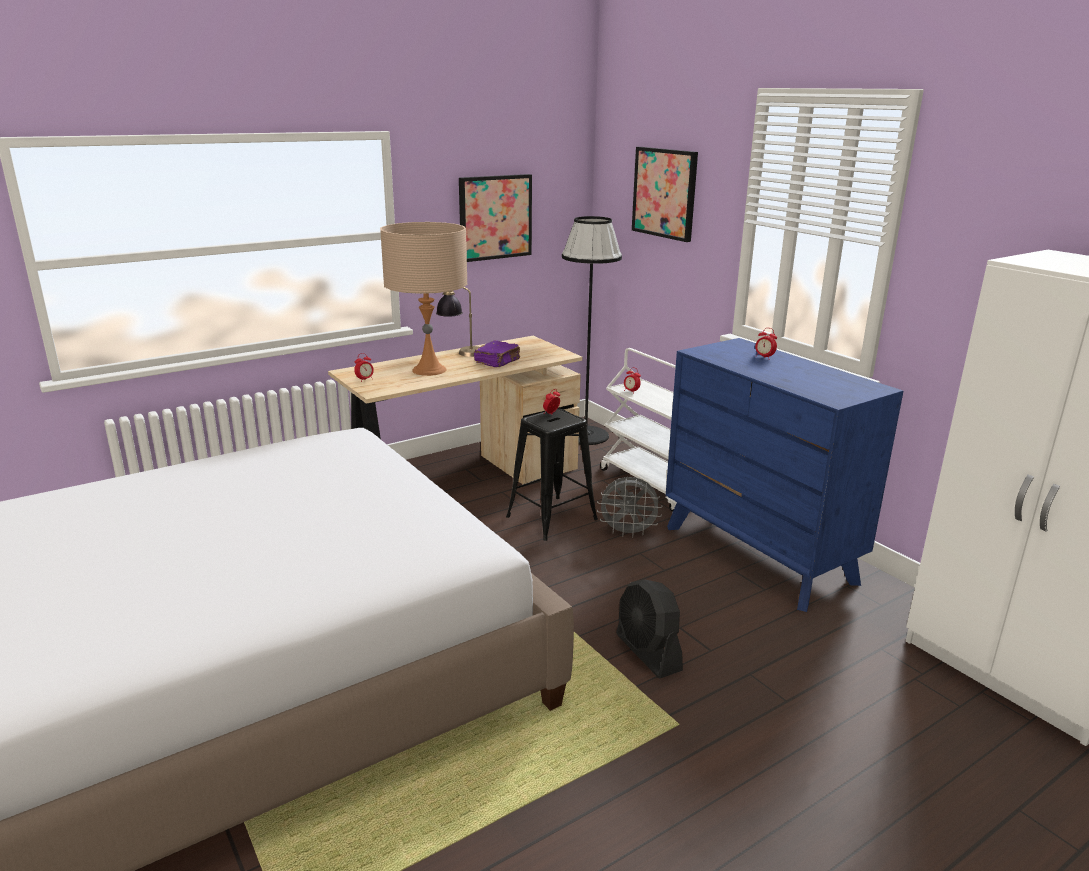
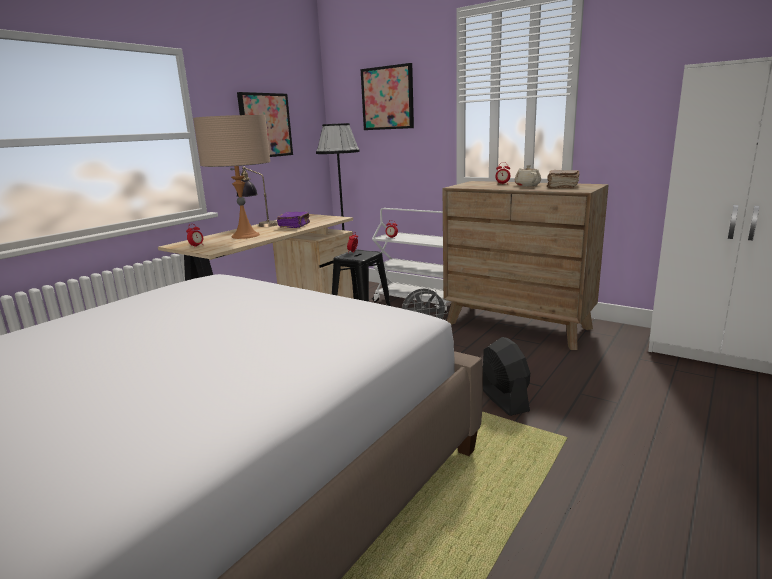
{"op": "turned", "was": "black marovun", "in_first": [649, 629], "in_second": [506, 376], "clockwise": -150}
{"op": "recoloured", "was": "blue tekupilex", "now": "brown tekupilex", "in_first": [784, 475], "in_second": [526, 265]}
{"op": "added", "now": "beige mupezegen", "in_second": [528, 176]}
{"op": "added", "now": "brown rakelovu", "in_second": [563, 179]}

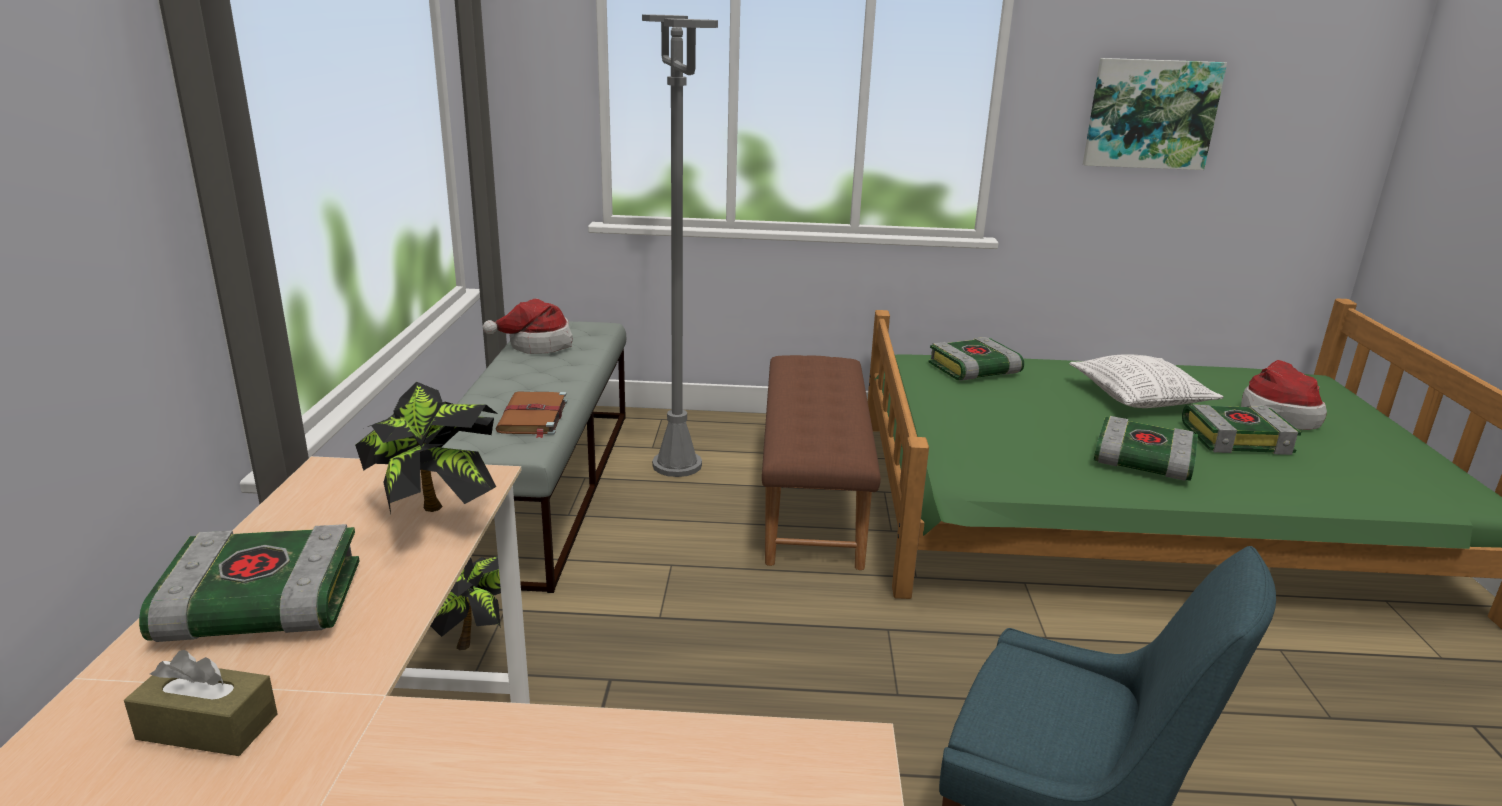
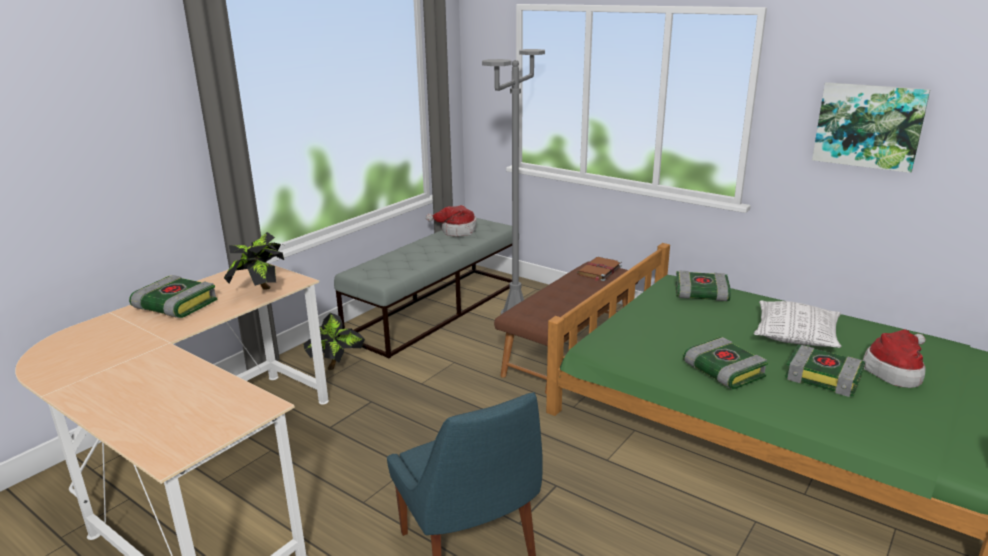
{"op": "removed", "was": "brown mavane", "in_first": [201, 703]}
{"op": "moved", "was": "brown rakelovu", "in_first": [531, 414], "in_second": [599, 269]}

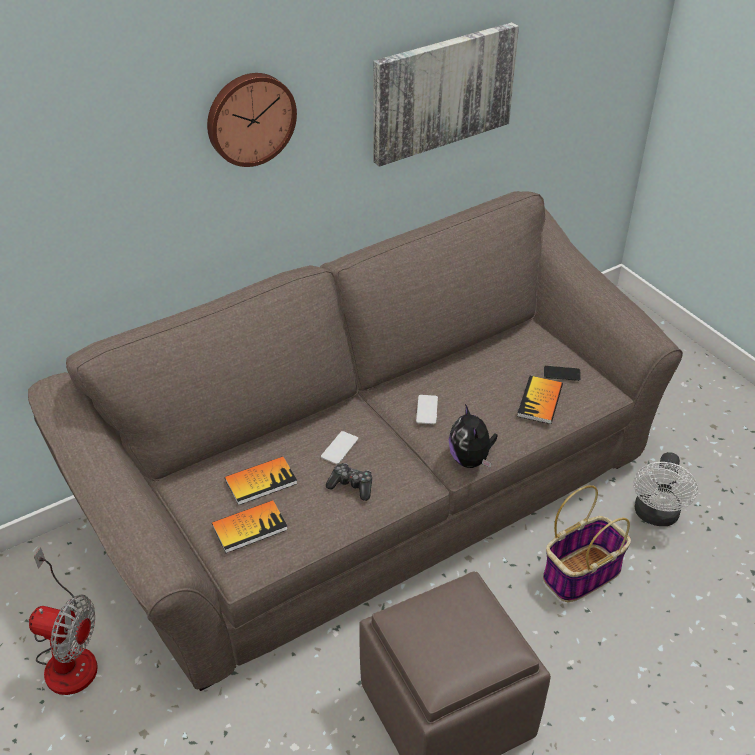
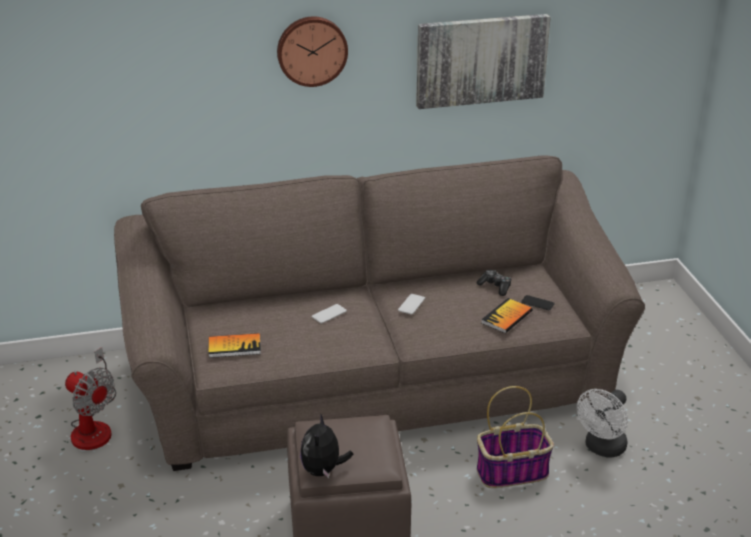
{"op": "removed", "was": "rakelovu", "in_first": [261, 480]}
{"op": "moved", "was": "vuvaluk", "in_first": [349, 482], "in_second": [494, 283]}
{"op": "moved", "was": "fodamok", "in_first": [473, 436], "in_second": [326, 446]}

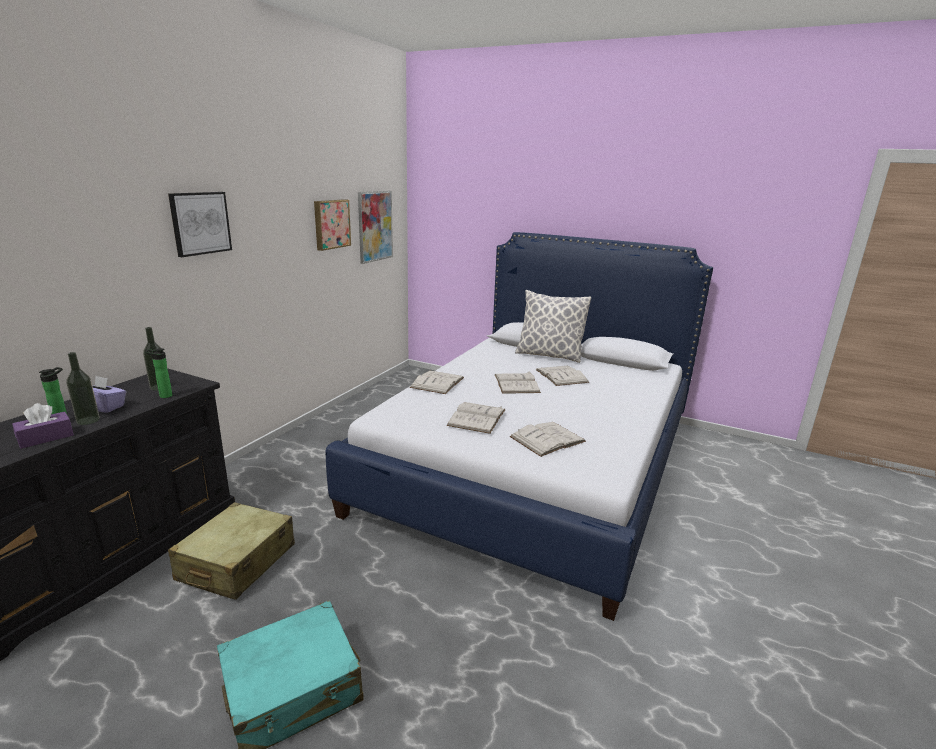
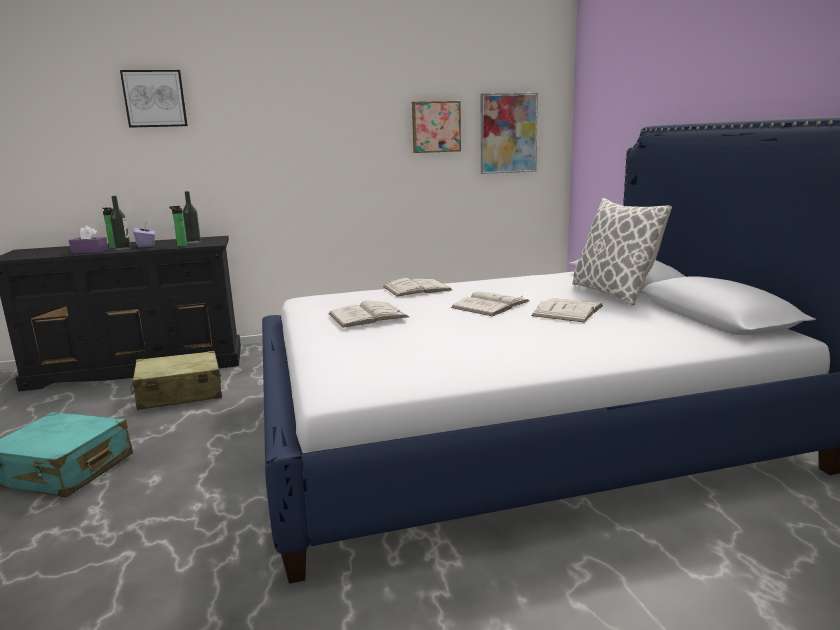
{"op": "moved", "was": "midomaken", "in_first": [200, 224], "in_second": [154, 99]}
{"op": "removed", "was": "white rakelovu", "in_first": [548, 439]}

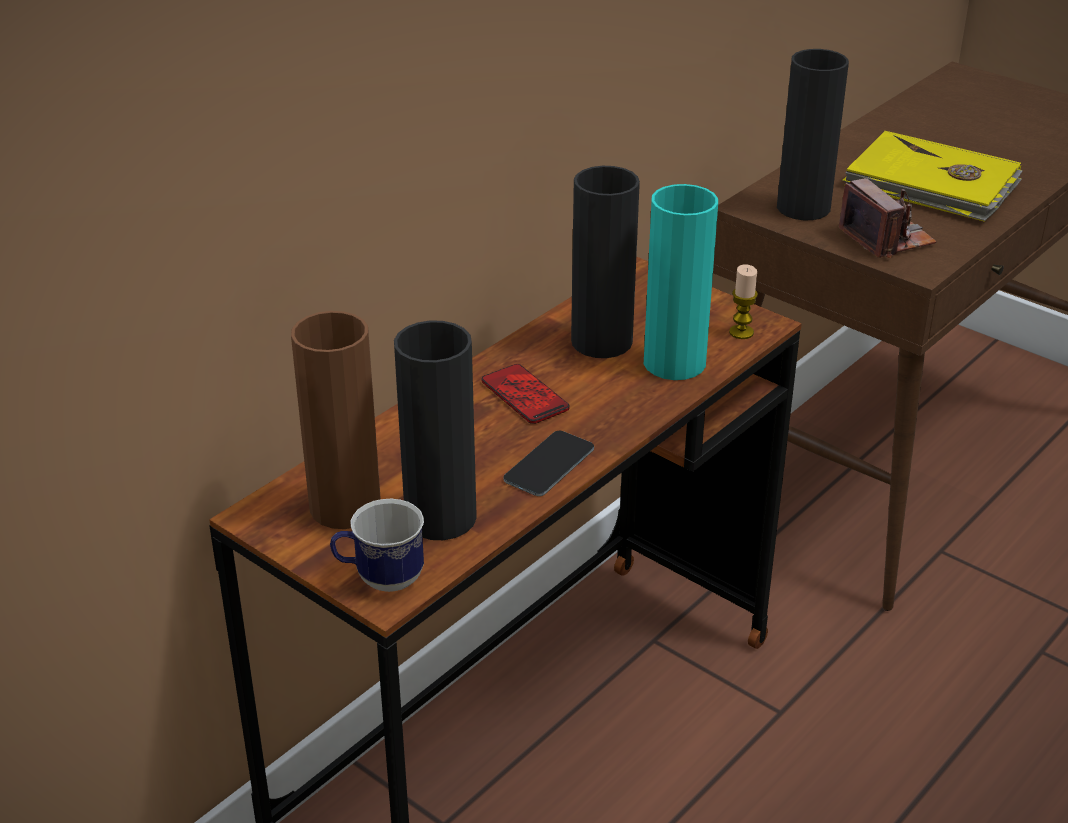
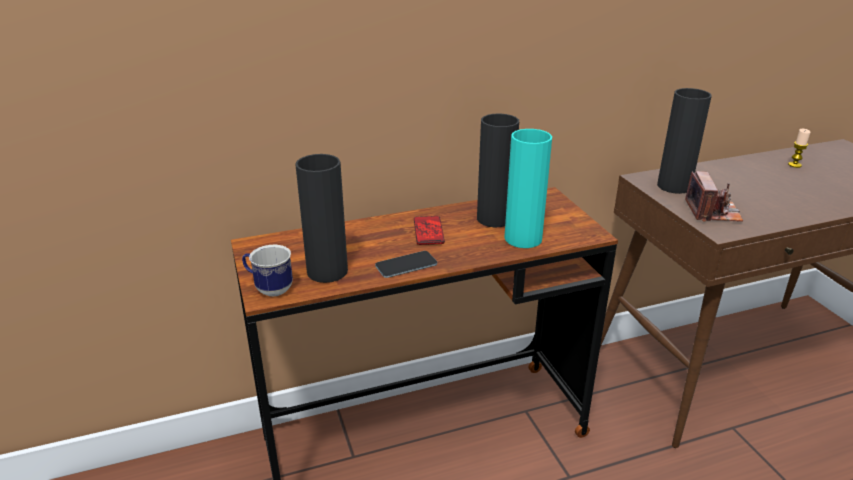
{"op": "removed", "was": "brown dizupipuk", "in_first": [336, 420]}
{"op": "moved", "was": "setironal", "in_first": [743, 301], "in_second": [799, 148]}
{"op": "removed", "was": "yellow rakelovu", "in_first": [932, 176]}

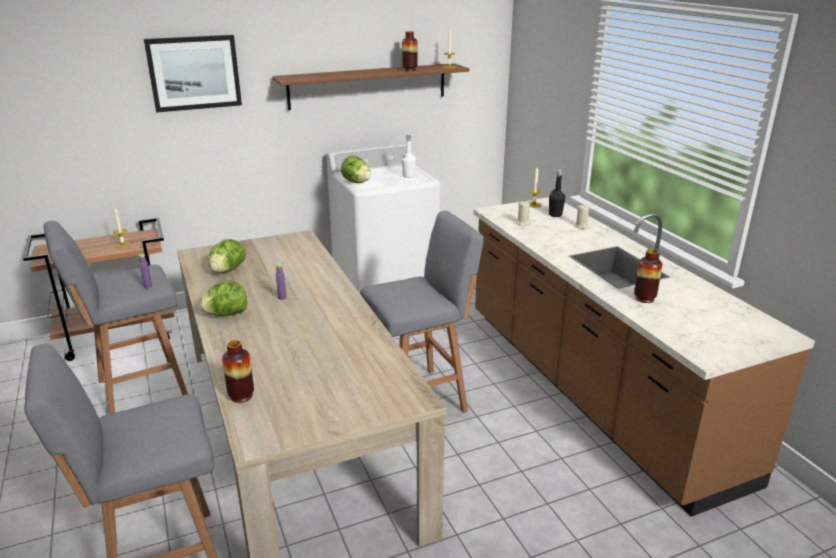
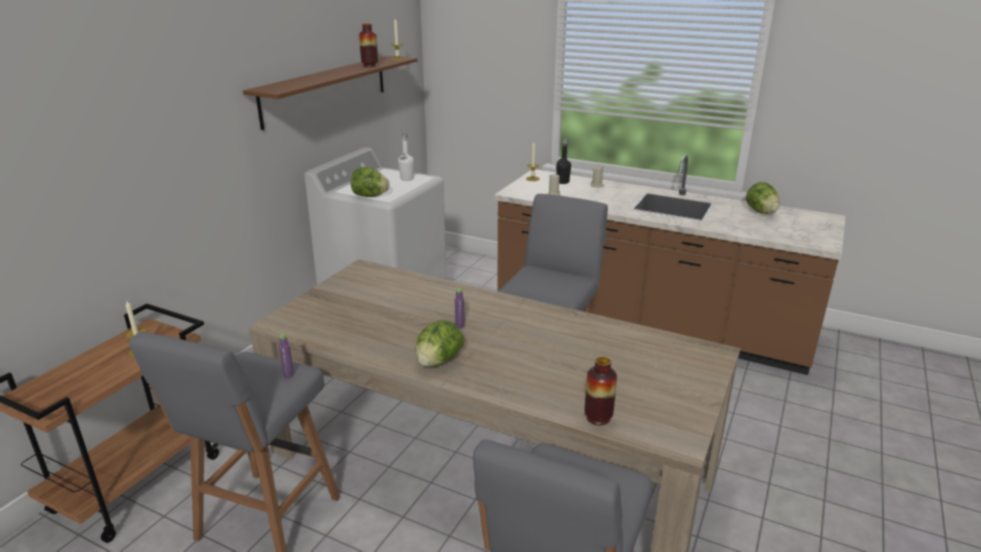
{"op": "removed", "was": "midomaken", "in_first": [193, 73]}
{"op": "moved", "was": "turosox", "in_first": [227, 256], "in_second": [763, 198]}
{"op": "removed", "was": "dizupipuk", "in_first": [648, 276]}

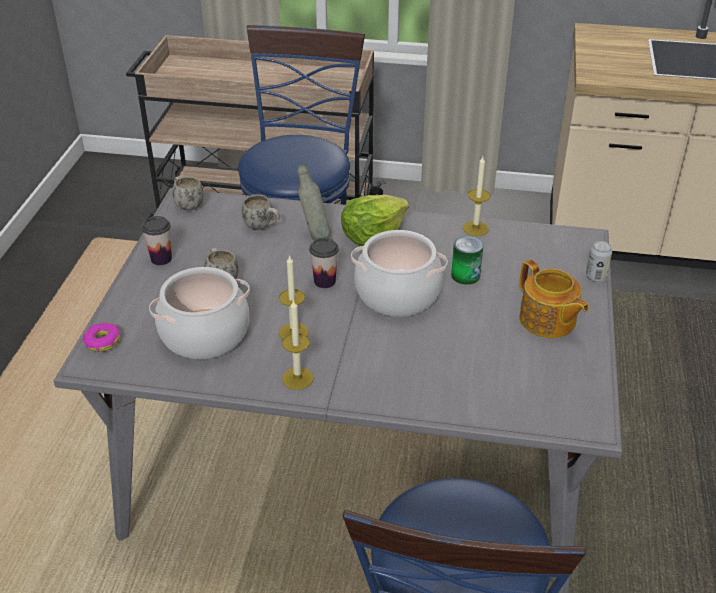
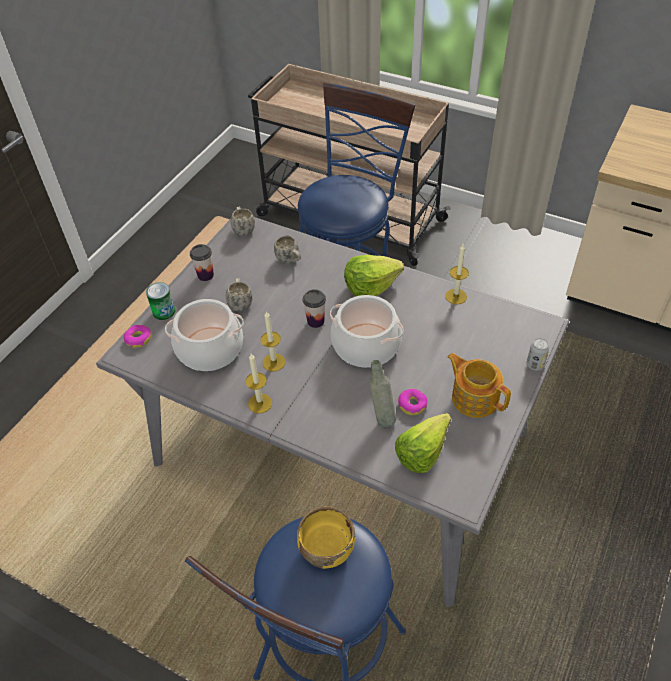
{"op": "moved", "was": "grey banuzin", "in_first": [314, 202], "in_second": [383, 393]}
{"op": "moved", "was": "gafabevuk", "in_first": [467, 260], "in_second": [160, 301]}
{"op": "turned", "was": "mupezegen", "in_first": [554, 298], "in_second": [479, 385], "clockwise": 150}
{"op": "added", "now": "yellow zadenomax", "in_second": [326, 537]}
{"op": "added", "now": "turosox", "in_second": [423, 443]}
{"op": "added", "now": "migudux", "in_second": [413, 402]}

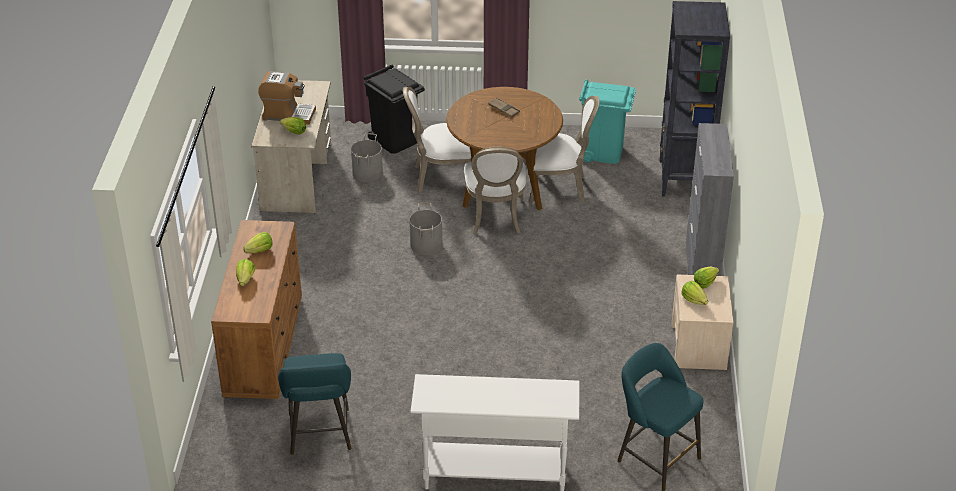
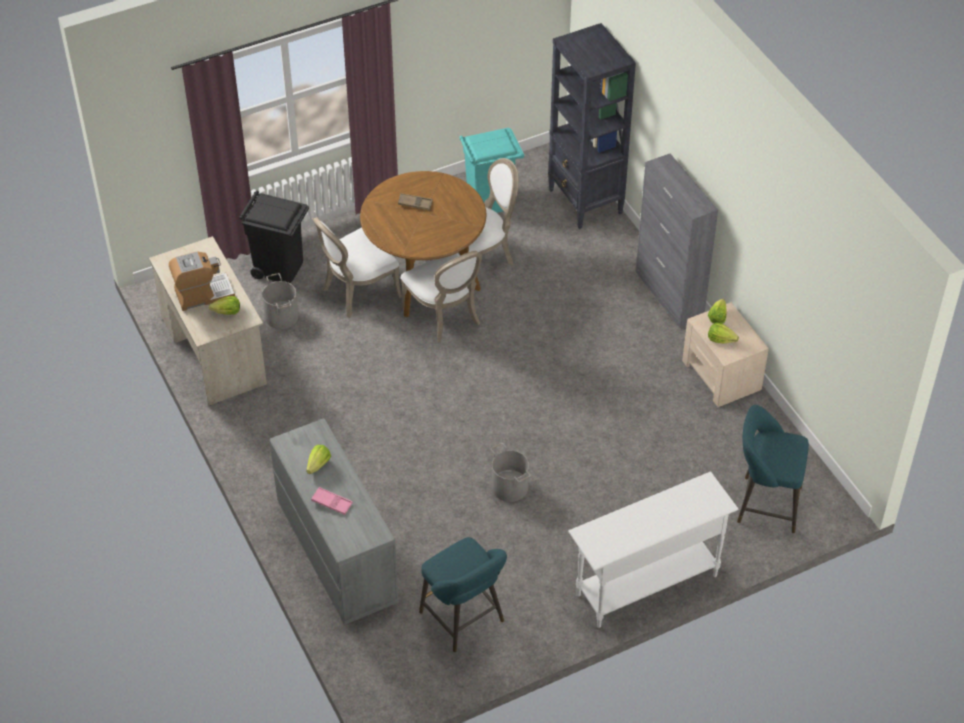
{"op": "recoloured", "was": "brown tekupilex", "now": "grey tekupilex", "in_first": [256, 309], "in_second": [334, 521]}
{"op": "replaced", "was": "turosox", "now": "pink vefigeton", "in_first": [245, 272], "in_second": [332, 501]}
{"op": "moved", "was": "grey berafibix", "in_first": [425, 229], "in_second": [510, 472]}

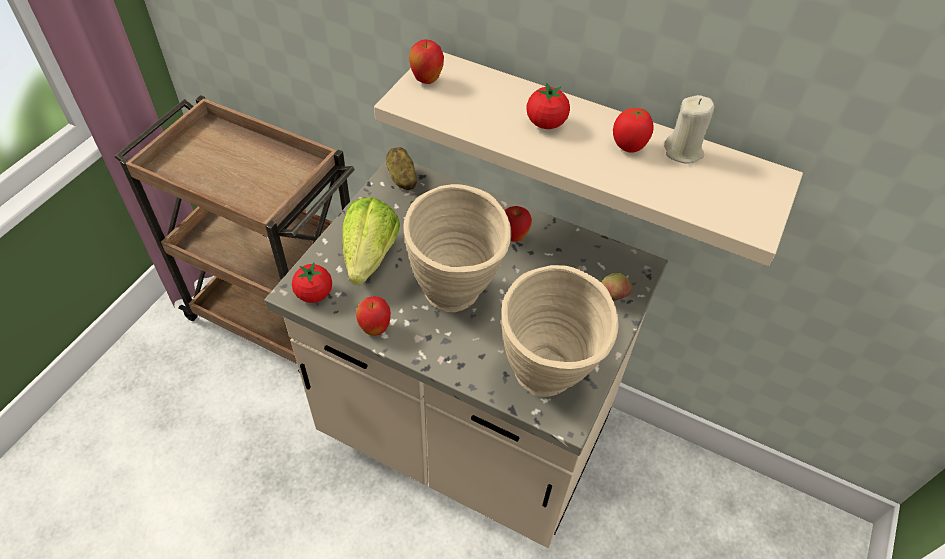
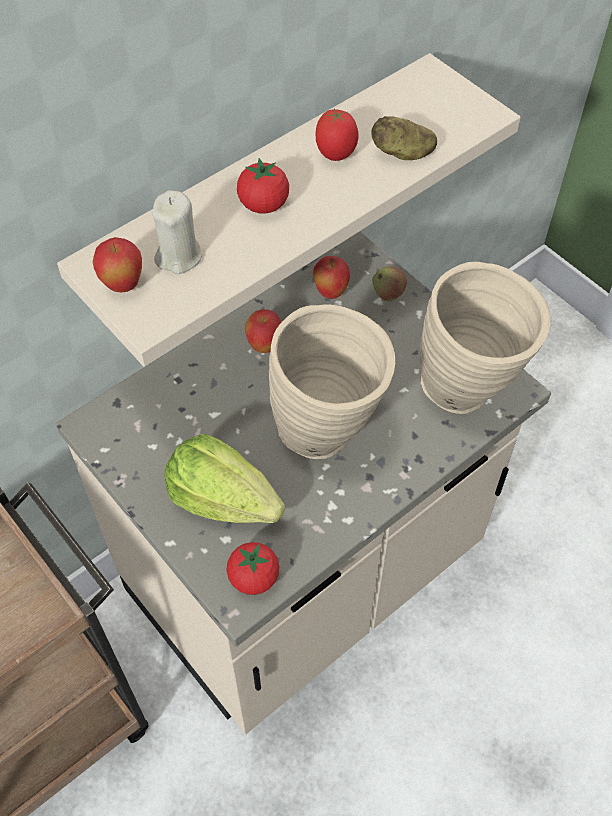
{"op": "moved", "was": "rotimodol", "in_first": [373, 316], "in_second": [331, 277]}
{"op": "moved", "was": "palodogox", "in_first": [401, 168], "in_second": [404, 138]}
{"op": "moved", "was": "beige setironal", "in_first": [689, 129], "in_second": [177, 232]}

